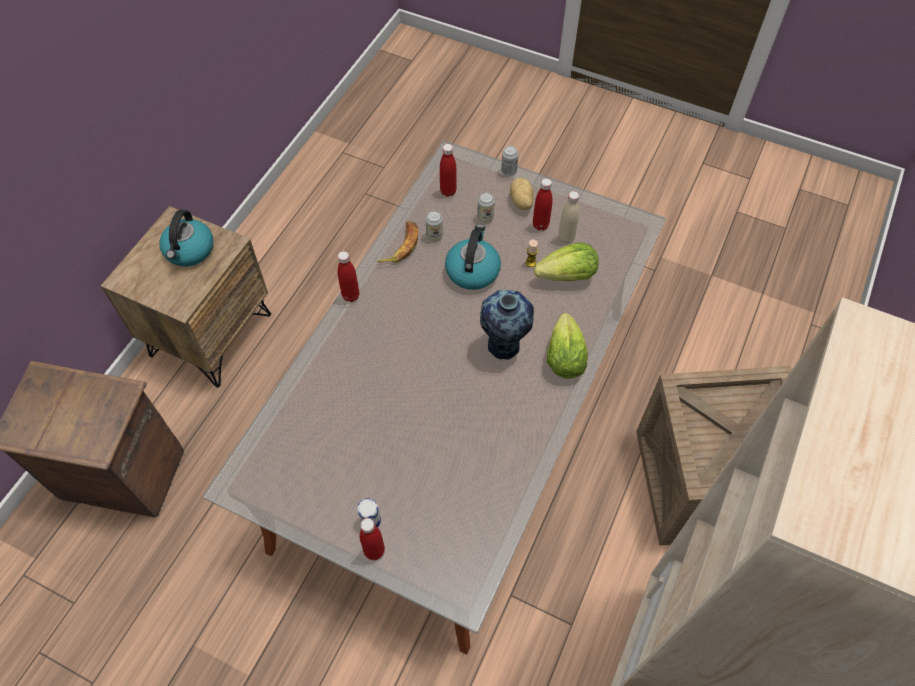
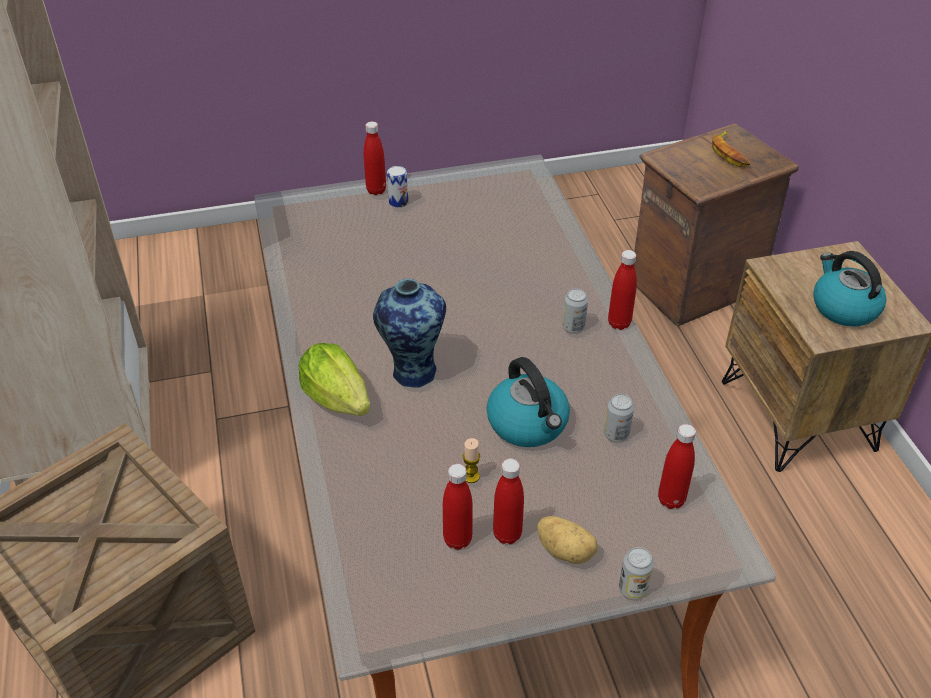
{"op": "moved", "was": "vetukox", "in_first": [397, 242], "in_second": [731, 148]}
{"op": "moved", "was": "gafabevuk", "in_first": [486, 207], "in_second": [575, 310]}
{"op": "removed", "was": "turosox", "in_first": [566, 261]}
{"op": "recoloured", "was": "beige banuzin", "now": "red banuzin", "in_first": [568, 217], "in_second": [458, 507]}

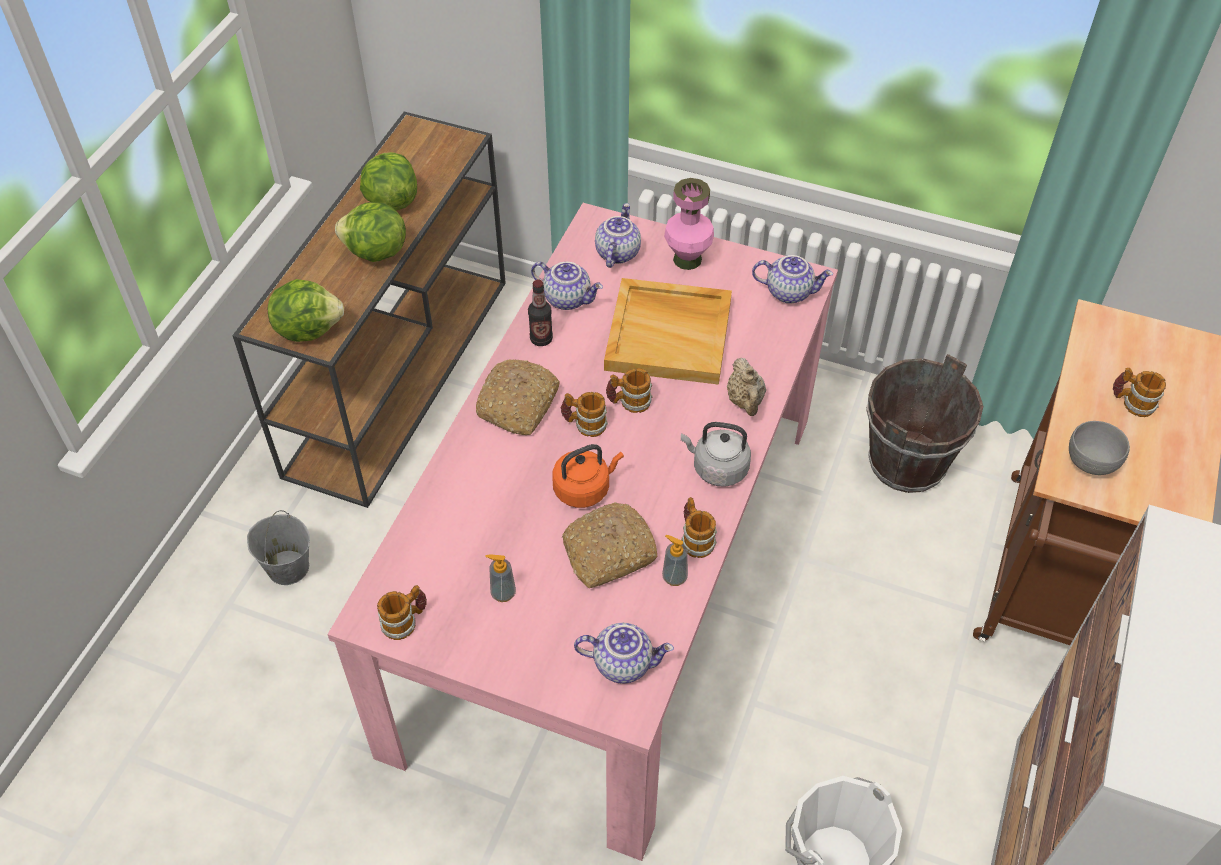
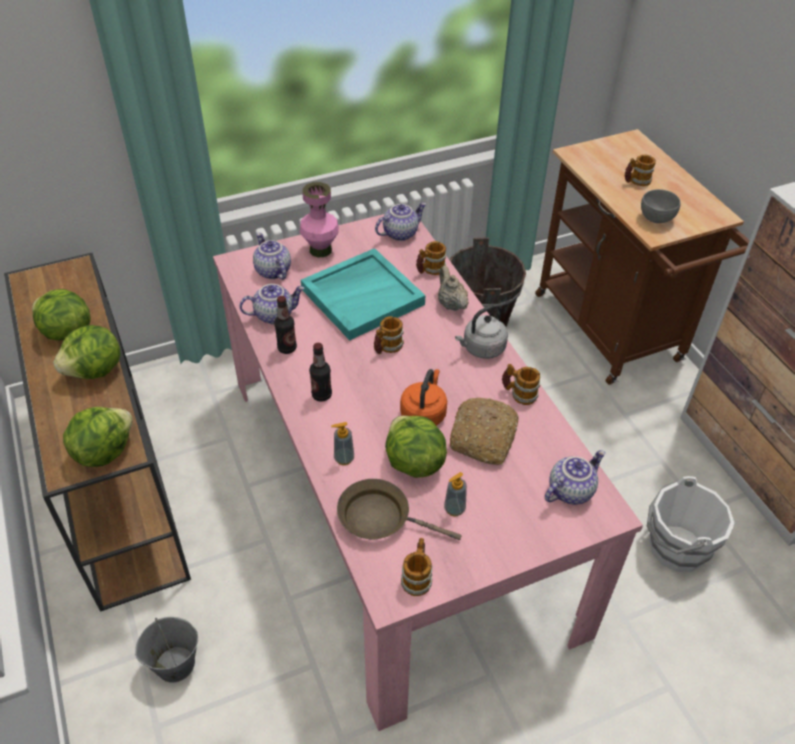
{"op": "replaced", "was": "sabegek", "now": "banuzin", "in_first": [518, 397], "in_second": [320, 372]}
{"op": "moved", "was": "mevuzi", "in_first": [584, 414], "in_second": [431, 258]}
{"op": "recoloured", "was": "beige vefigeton", "now": "turquoise vefigeton", "in_first": [668, 331], "in_second": [363, 294]}
{"op": "moved", "was": "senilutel", "in_first": [675, 560], "in_second": [342, 443]}
{"op": "turned", "was": "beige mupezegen", "in_first": [746, 387], "in_second": [453, 288], "clockwise": -150}
{"op": "added", "now": "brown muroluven", "in_second": [399, 509]}
{"op": "added", "now": "turosox", "in_second": [416, 447]}

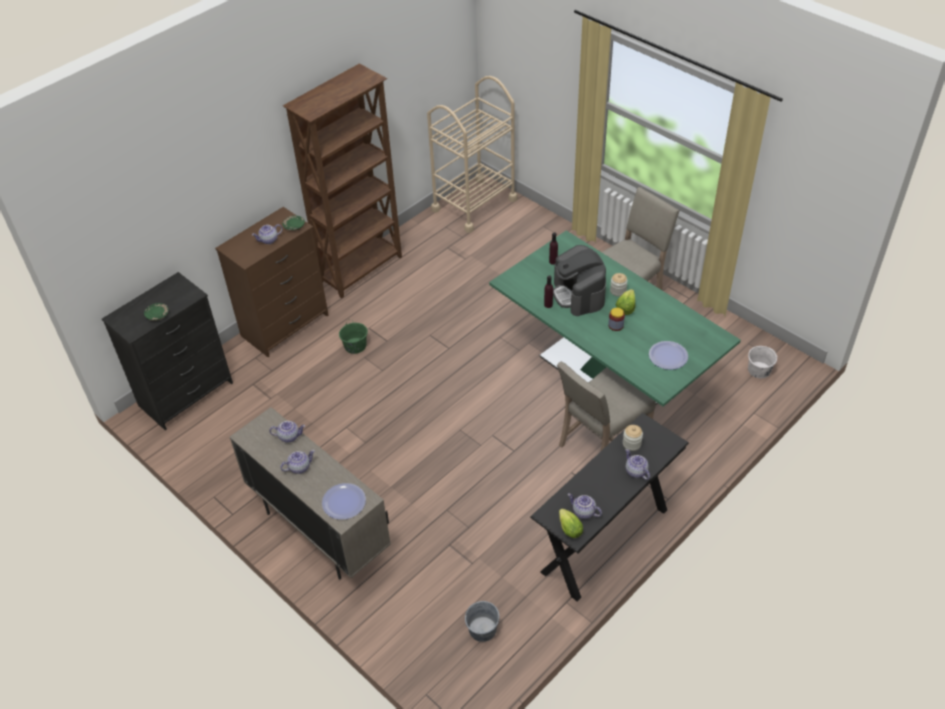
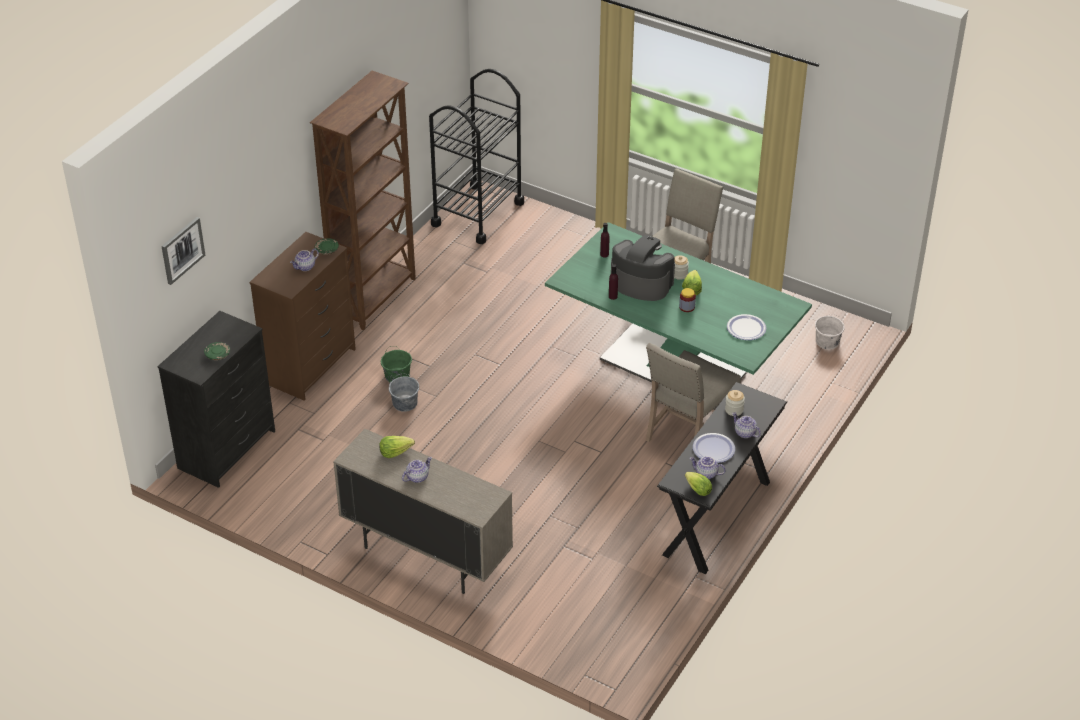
{"op": "replaced", "was": "mupezegen", "now": "turosox", "in_first": [287, 432], "in_second": [397, 447]}
{"op": "moved", "was": "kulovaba", "in_first": [344, 501], "in_second": [714, 448]}
{"op": "recoloured", "was": "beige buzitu", "now": "black buzitu", "in_first": [472, 154], "in_second": [476, 156]}
{"op": "moved", "was": "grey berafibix", "in_first": [482, 621], "in_second": [404, 392]}
{"op": "turned", "was": "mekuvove", "in_first": [579, 280], "in_second": [643, 268], "clockwise": 150}
{"op": "added", "now": "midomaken", "in_second": [183, 251]}

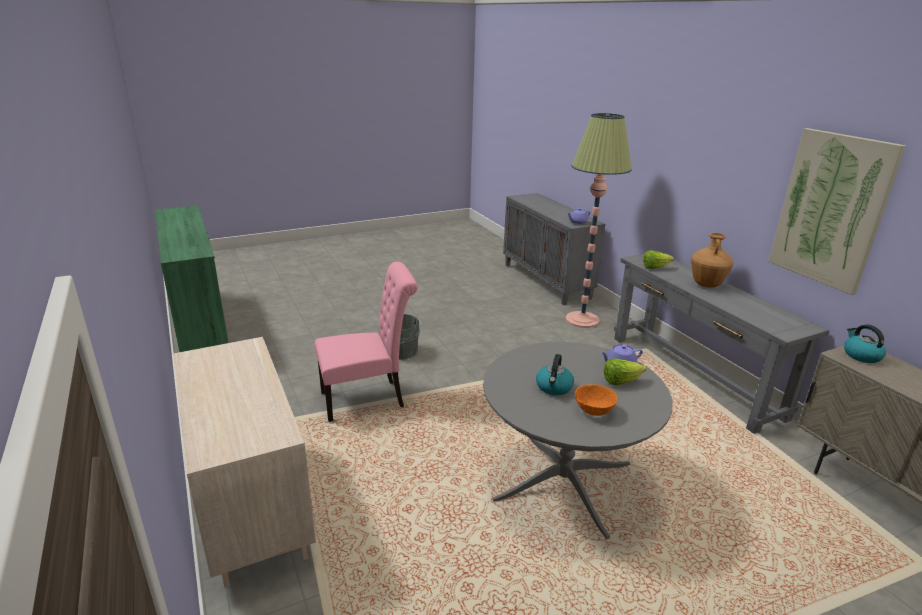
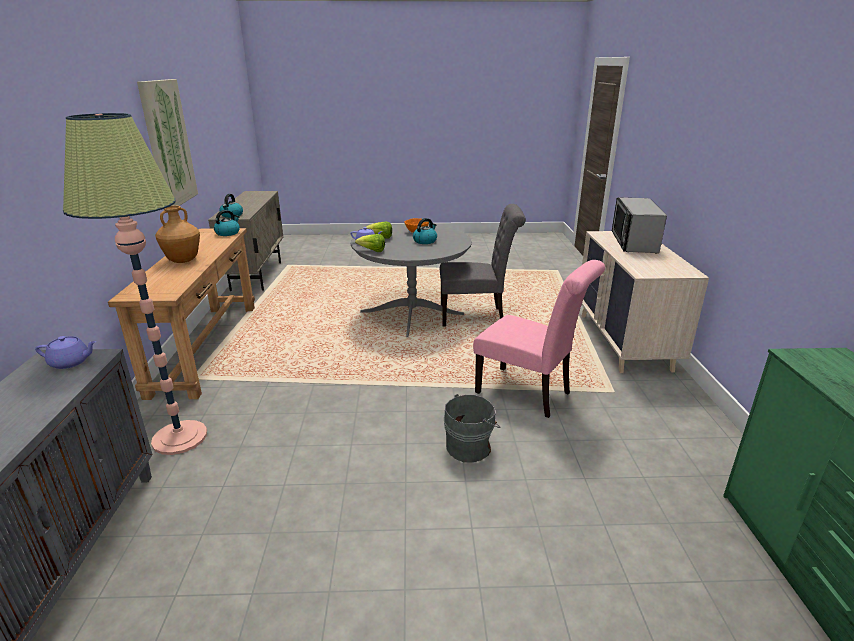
{"op": "turned", "was": "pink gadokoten", "in_first": [366, 342], "in_second": [539, 339], "clockwise": -150}
{"op": "recoloured", "was": "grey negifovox", "now": "brown negifovox", "in_first": [722, 342], "in_second": [181, 314]}
{"op": "moved", "was": "turosox", "in_first": [658, 259], "in_second": [370, 243]}
{"op": "added", "now": "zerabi", "in_second": [227, 223]}
{"op": "added", "now": "grey gadokoten", "in_second": [483, 265]}
{"op": "added", "now": "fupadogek", "in_second": [639, 225]}

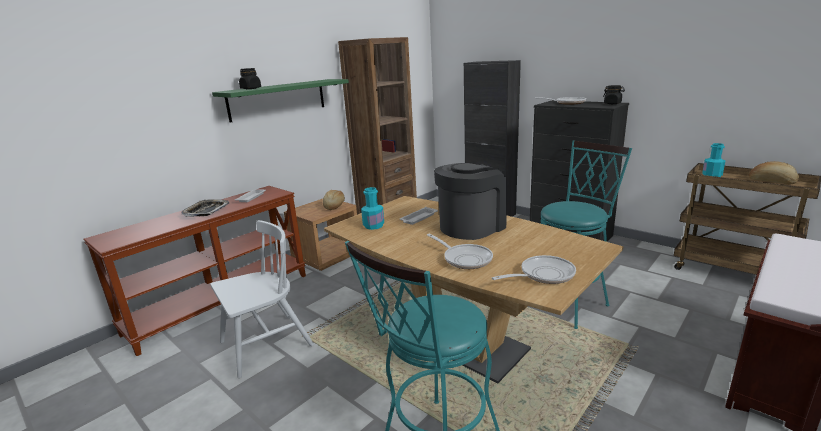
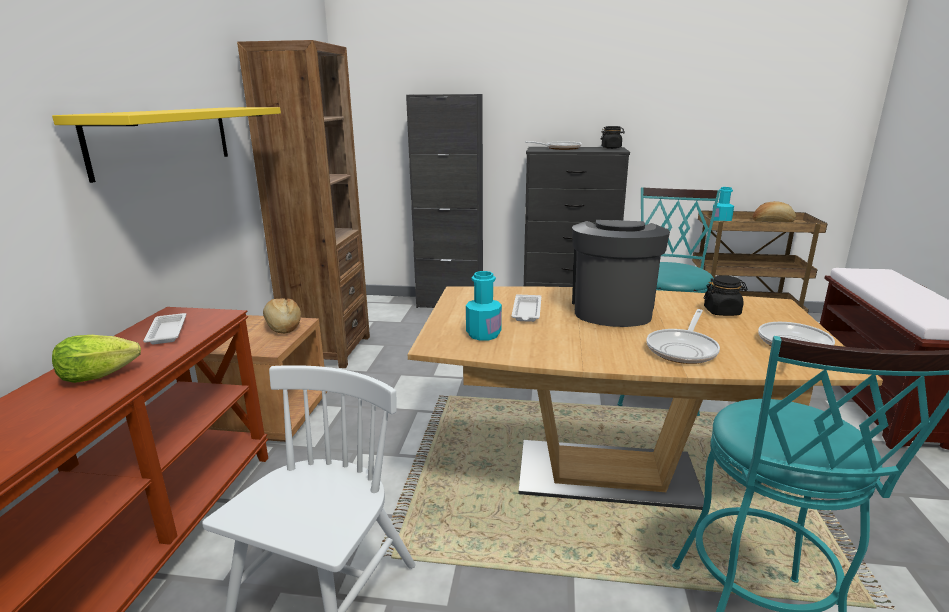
{"op": "replaced", "was": "vefigeton", "now": "turosox", "in_first": [205, 208], "in_second": [96, 359]}
{"op": "recoloured", "was": "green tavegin", "now": "yellow tavegin", "in_first": [280, 100], "in_second": [166, 145]}
{"op": "moved", "was": "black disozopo", "in_first": [250, 78], "in_second": [726, 295]}
{"op": "turned", "was": "muroluven", "in_first": [460, 251], "in_second": [683, 336], "clockwise": 105}

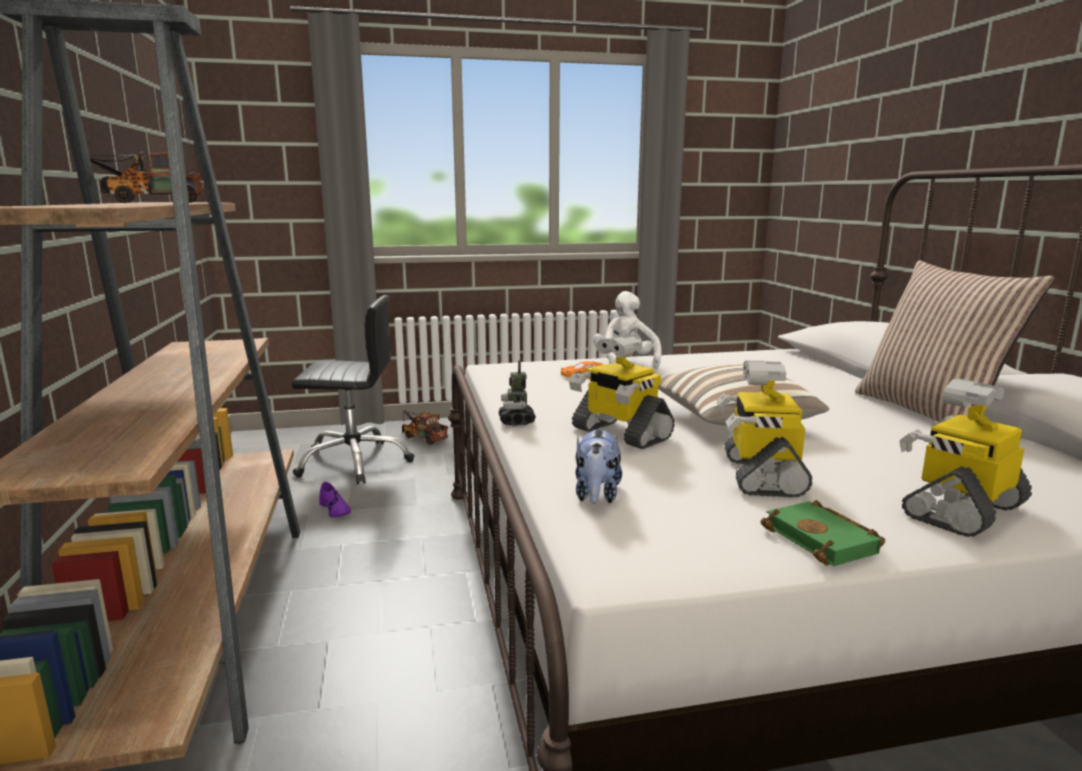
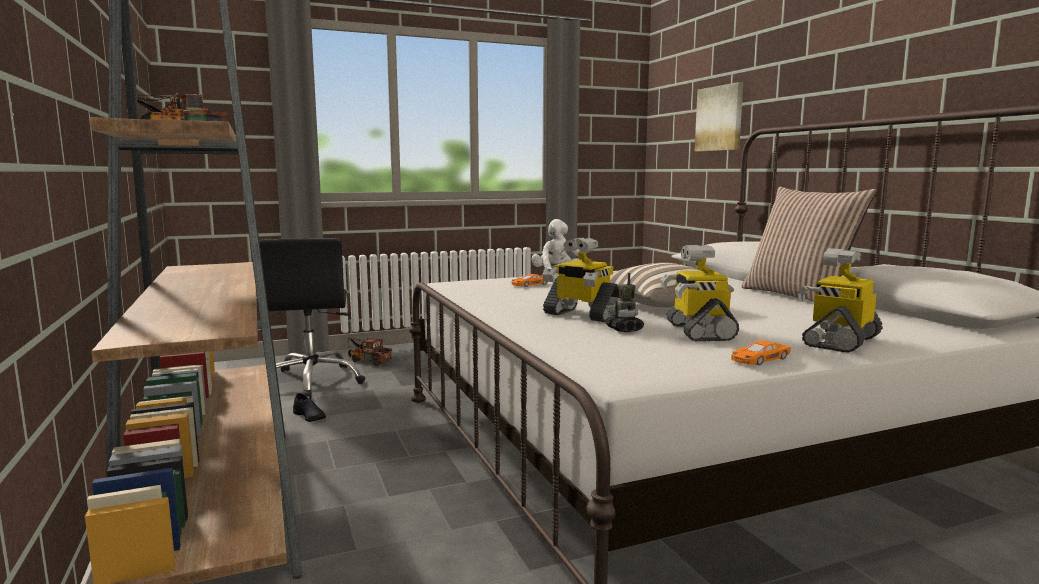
{"op": "turned", "was": "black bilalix", "in_first": [353, 389], "in_second": [312, 318], "clockwise": 90}
{"op": "recoloured", "was": "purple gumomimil", "now": "black gumomimil", "in_first": [335, 499], "in_second": [309, 407]}
{"op": "moved", "was": "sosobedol", "in_first": [517, 393], "in_second": [624, 302]}
{"op": "removed", "was": "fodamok", "in_first": [599, 466]}
{"op": "replaced", "was": "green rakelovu", "now": "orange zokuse", "in_first": [823, 533], "in_second": [761, 353]}
{"op": "added", "now": "midomaken", "in_second": [719, 117]}

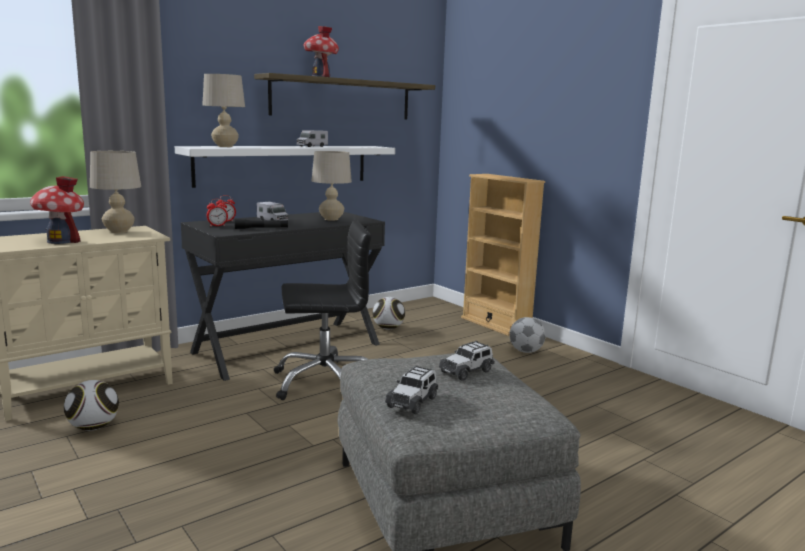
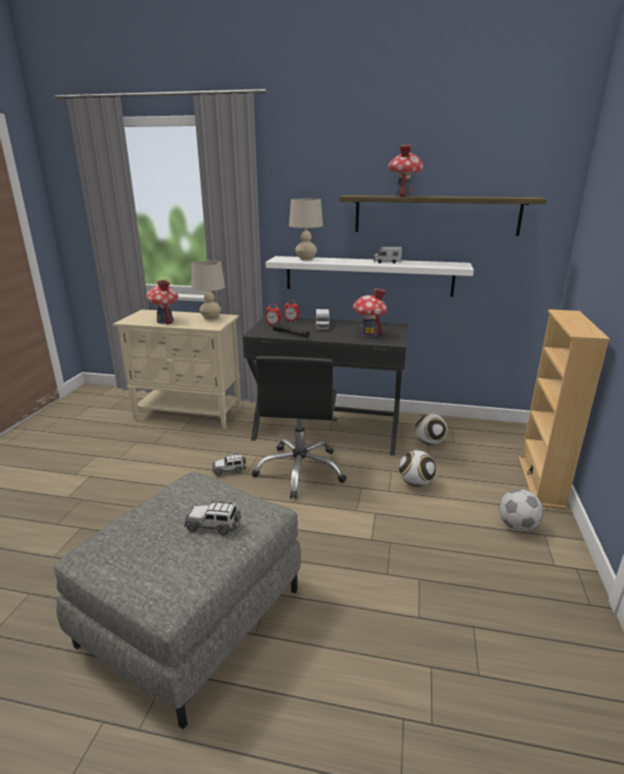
{"op": "moved", "was": "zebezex", "in_first": [91, 405], "in_second": [417, 468]}
{"op": "turned", "was": "black bilalix", "in_first": [322, 310], "in_second": [299, 427], "clockwise": 60}
{"op": "replaced", "was": "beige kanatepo", "now": "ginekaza", "in_first": [332, 186], "in_second": [370, 312]}
{"op": "moved", "was": "zokuse", "in_first": [411, 389], "in_second": [229, 465]}

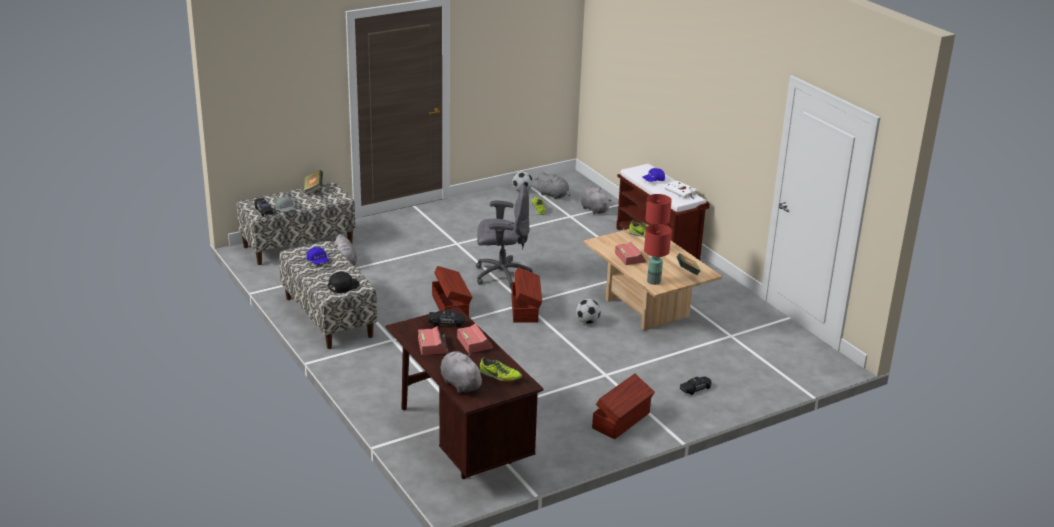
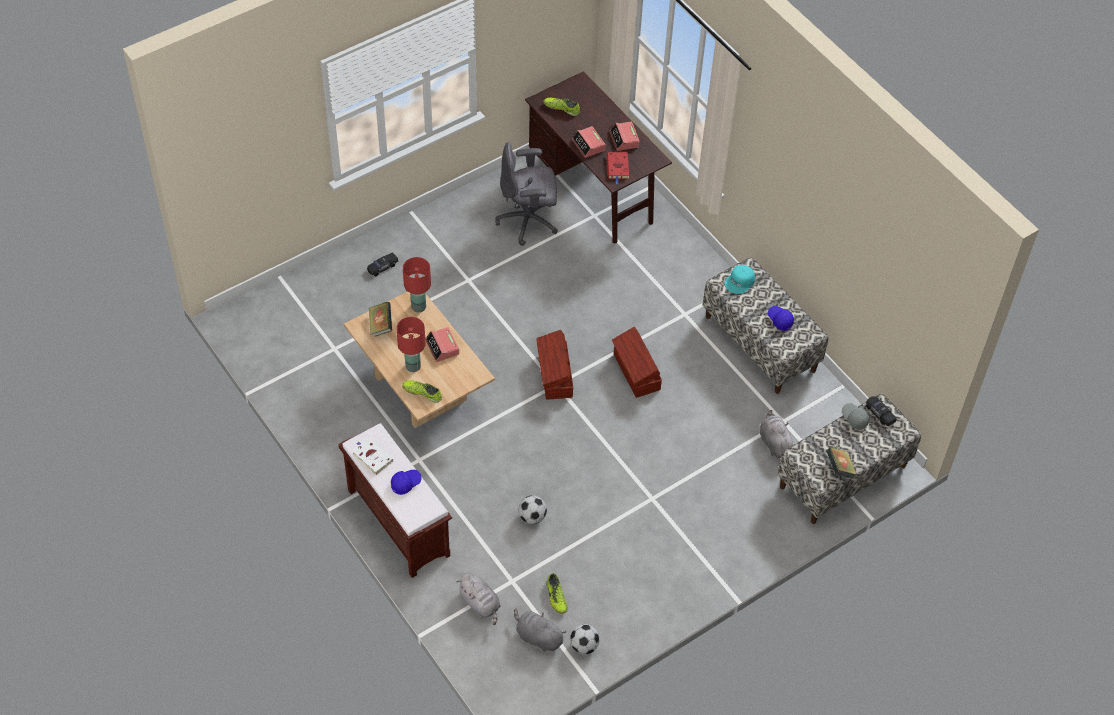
{"op": "recoloured", "was": "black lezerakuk", "now": "turquoise lezerakuk", "in_first": [344, 282], "in_second": [740, 279]}
{"op": "replaced", "was": "black zokuse", "now": "red rakelovu", "in_first": [446, 319], "in_second": [618, 168]}
{"op": "removed", "was": "grey fodamok", "in_first": [462, 372]}
{"op": "moved", "was": "grey bilalix", "in_first": [504, 236], "in_second": [526, 194]}
{"op": "moved", "was": "zebezex", "in_first": [588, 311], "in_second": [533, 510]}
{"op": "removed", "was": "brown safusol", "in_first": [623, 406]}

